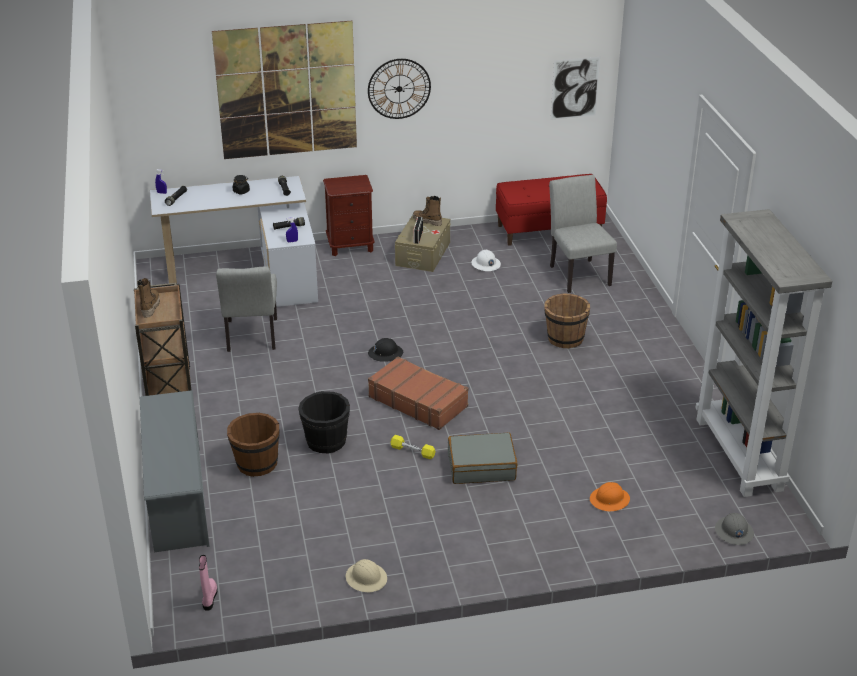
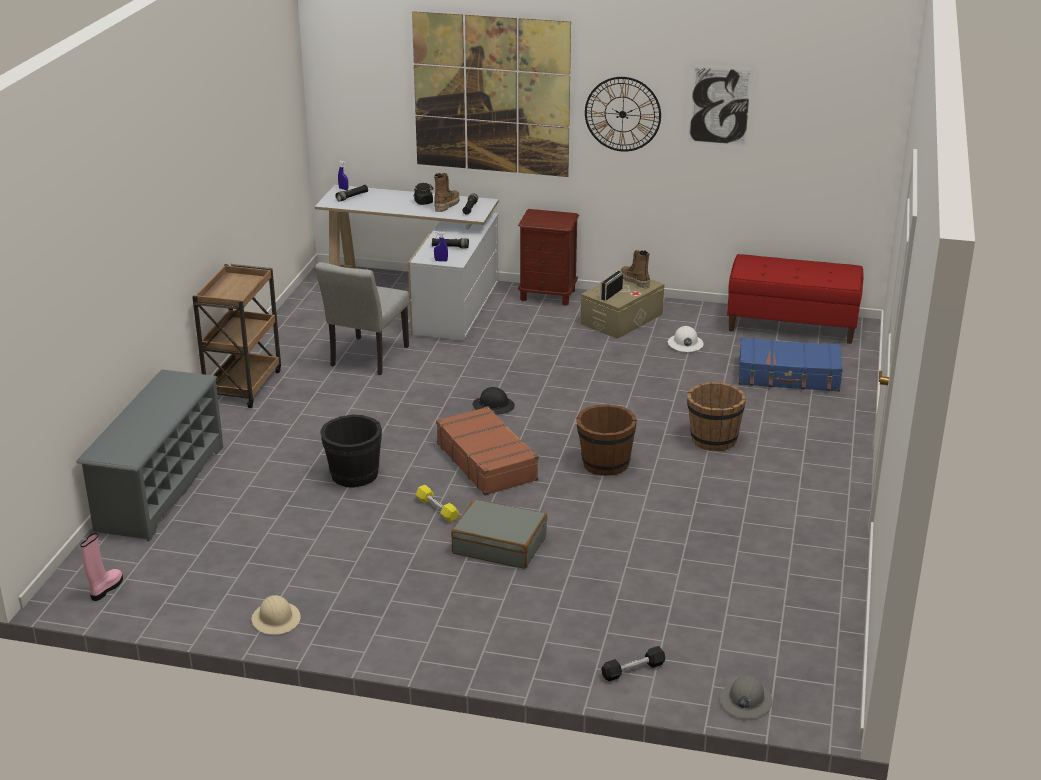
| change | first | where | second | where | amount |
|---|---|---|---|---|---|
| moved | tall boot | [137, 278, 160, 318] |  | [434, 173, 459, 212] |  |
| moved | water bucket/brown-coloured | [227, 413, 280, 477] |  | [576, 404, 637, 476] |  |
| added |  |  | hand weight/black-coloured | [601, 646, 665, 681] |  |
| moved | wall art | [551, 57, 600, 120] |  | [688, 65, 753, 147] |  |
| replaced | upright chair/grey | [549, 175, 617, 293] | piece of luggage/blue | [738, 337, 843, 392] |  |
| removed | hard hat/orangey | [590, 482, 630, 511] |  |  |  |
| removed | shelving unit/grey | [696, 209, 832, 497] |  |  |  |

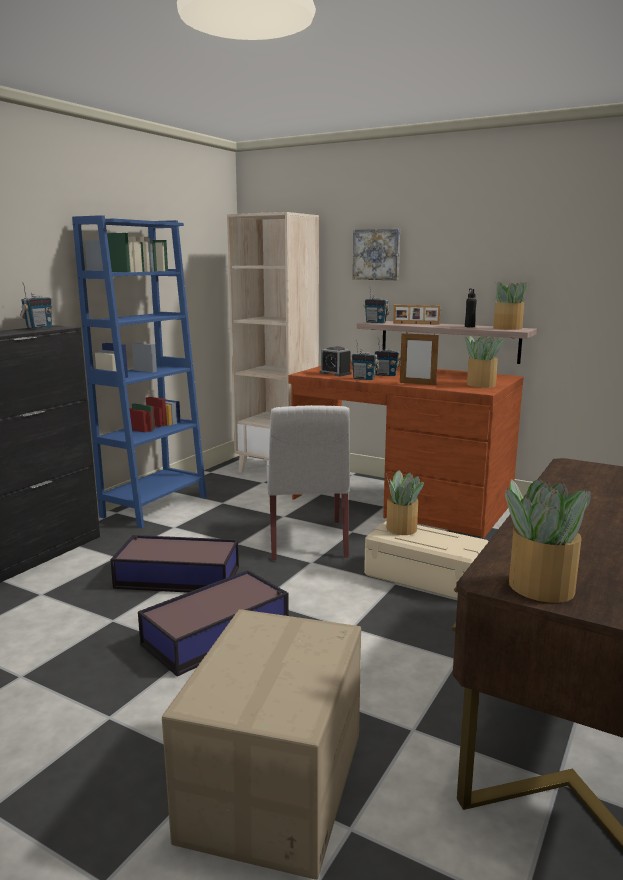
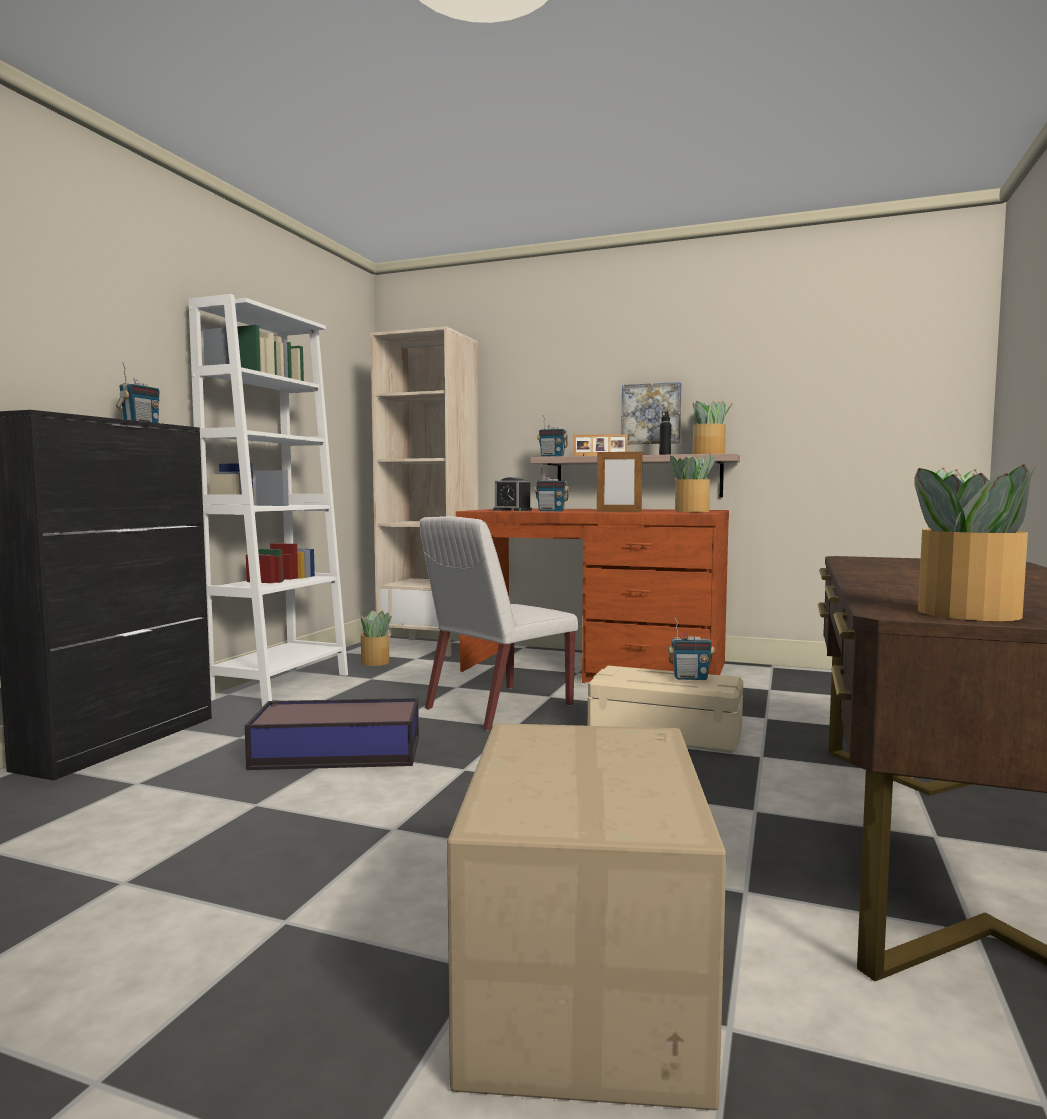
| change | first | where | second | where | amount |
|---|---|---|---|---|---|
| recoloured | shelving unit/blue | [72, 215, 207, 528] | shelving unit/white-coloured | [189, 294, 348, 707] |  |
| moved | potted plant | [386, 471, 424, 535] |  | [360, 610, 392, 666] |  |
| turned | upright chair/white-coloured | [267, 405, 350, 561] |  | [419, 516, 578, 731] | 60 degrees clockwise |
| moved | wall art | [353, 229, 400, 280] |  | [621, 382, 682, 444] |  |
| moved | radio receiver | [375, 337, 401, 376] |  | [668, 617, 715, 680] |  |
| removed | storage box | [138, 570, 289, 677] |  |  |  |

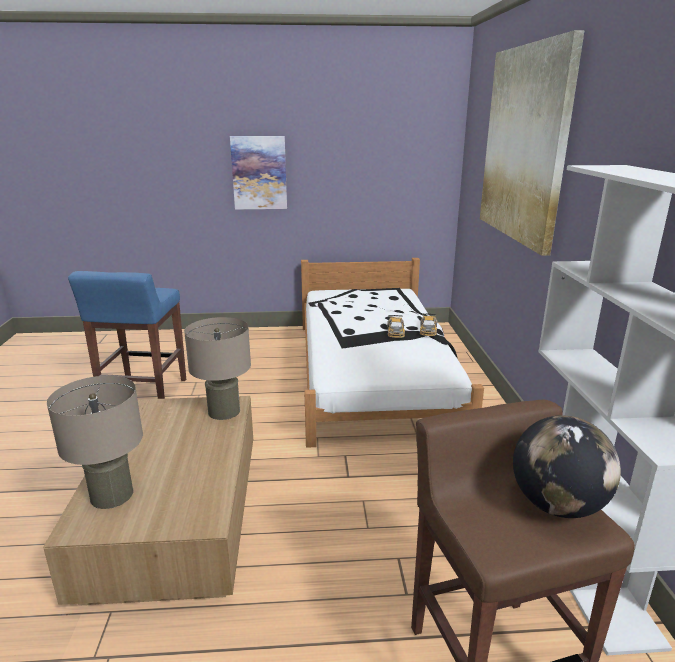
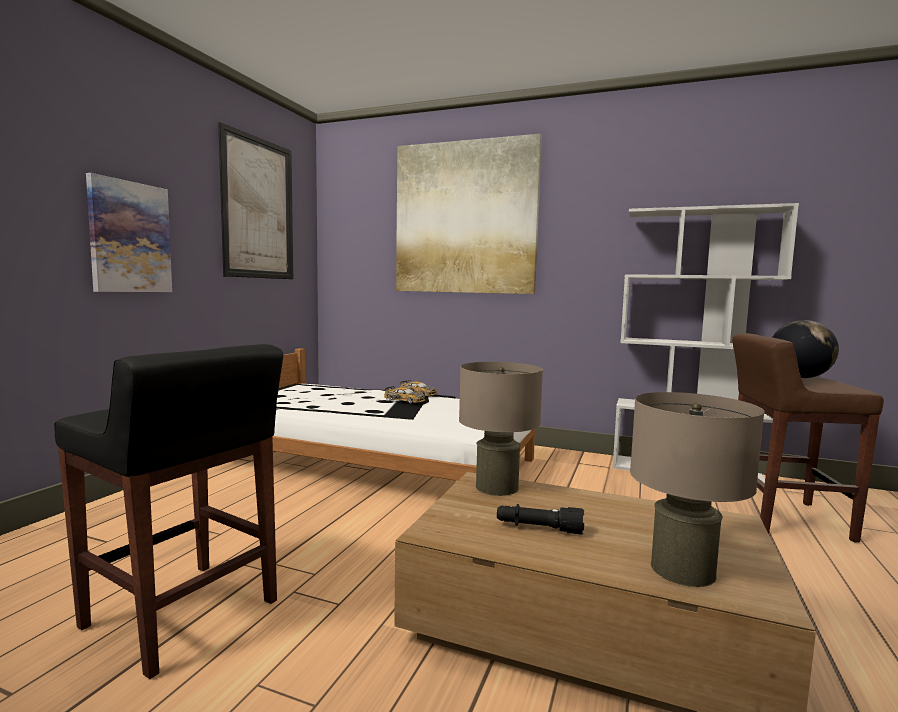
| change | first | where | second | where | amount |
|---|---|---|---|---|---|
| recoloured | stool seat/blue | [68, 271, 186, 399] | stool seat/black-coloured | [54, 344, 283, 679] |  |
| added |  |  | wall art | [218, 122, 293, 279] |  |
| added |  |  | torch/black-coloured | [497, 504, 584, 534] |  |

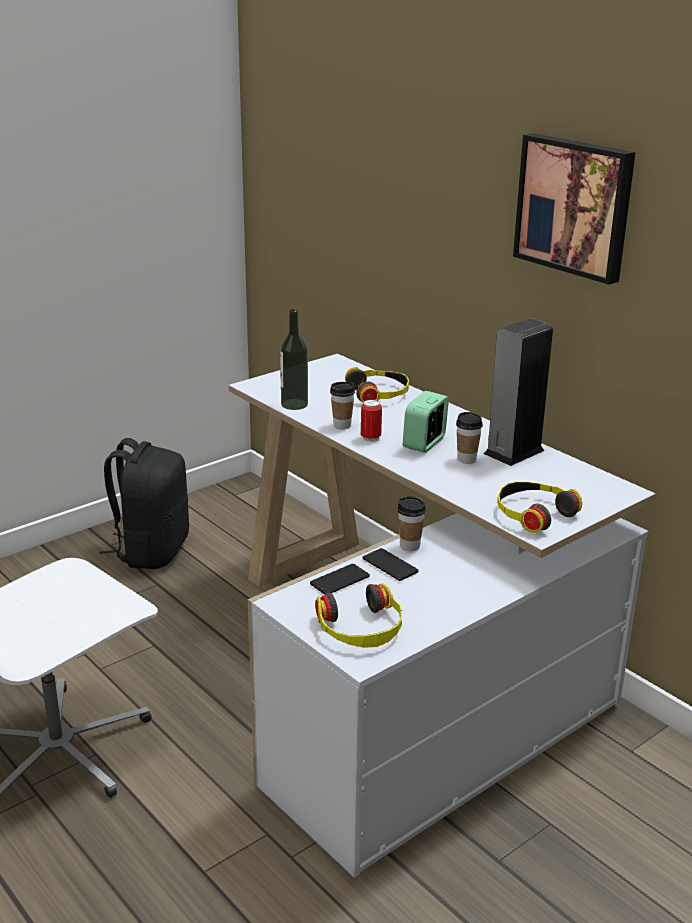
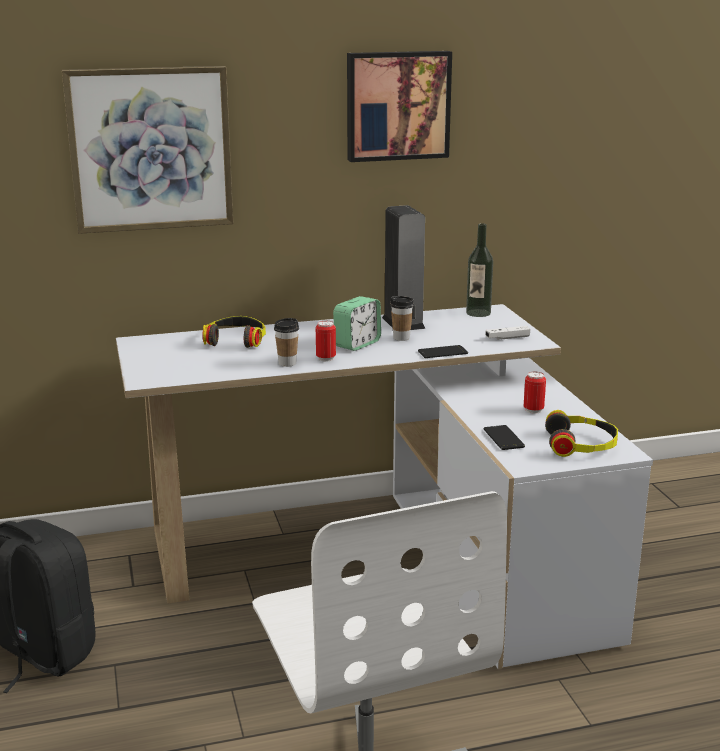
| change | first | where | second | where | amount |
|---|---|---|---|---|---|
| added |  |  | wall art | [62, 66, 233, 234] |  |
| turned | bedside clock | [403, 391, 449, 453] |  | [333, 296, 381, 351] | 105 degrees counterclockwise |
| moved | handset | [362, 548, 418, 581] |  | [418, 345, 468, 358] |  |
| moved | beverage bottle | [280, 309, 308, 410] |  | [466, 223, 493, 317] |  |
| replaced | pair of headphones | [497, 481, 582, 533] | game controller/white-coloured | [485, 326, 531, 340] |  |
| added |  |  | metal can | [524, 372, 546, 414] |  |
| removed | cup | [397, 496, 426, 551] |  |  |  |

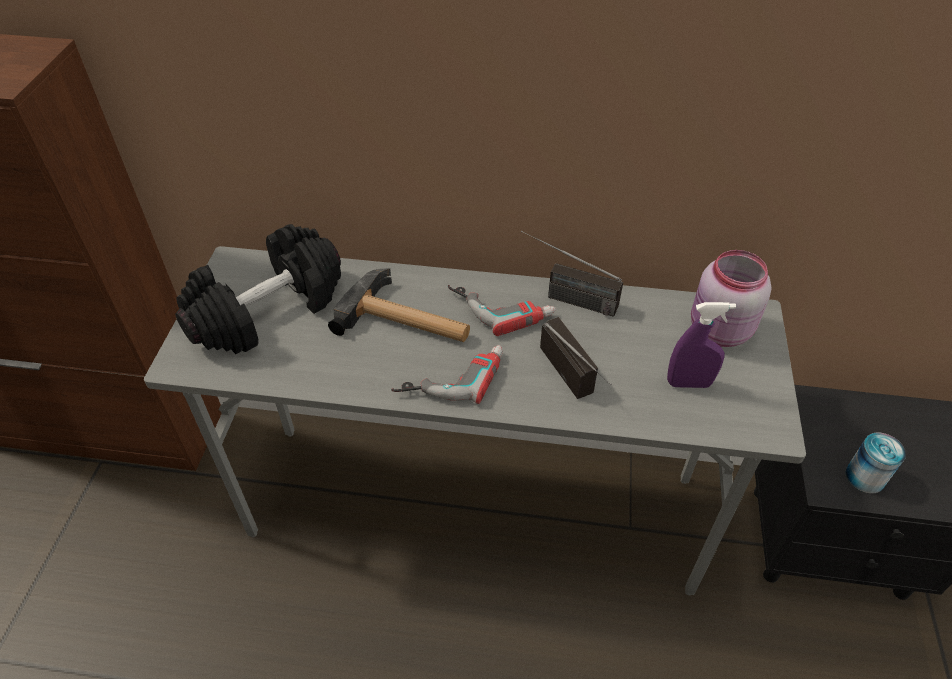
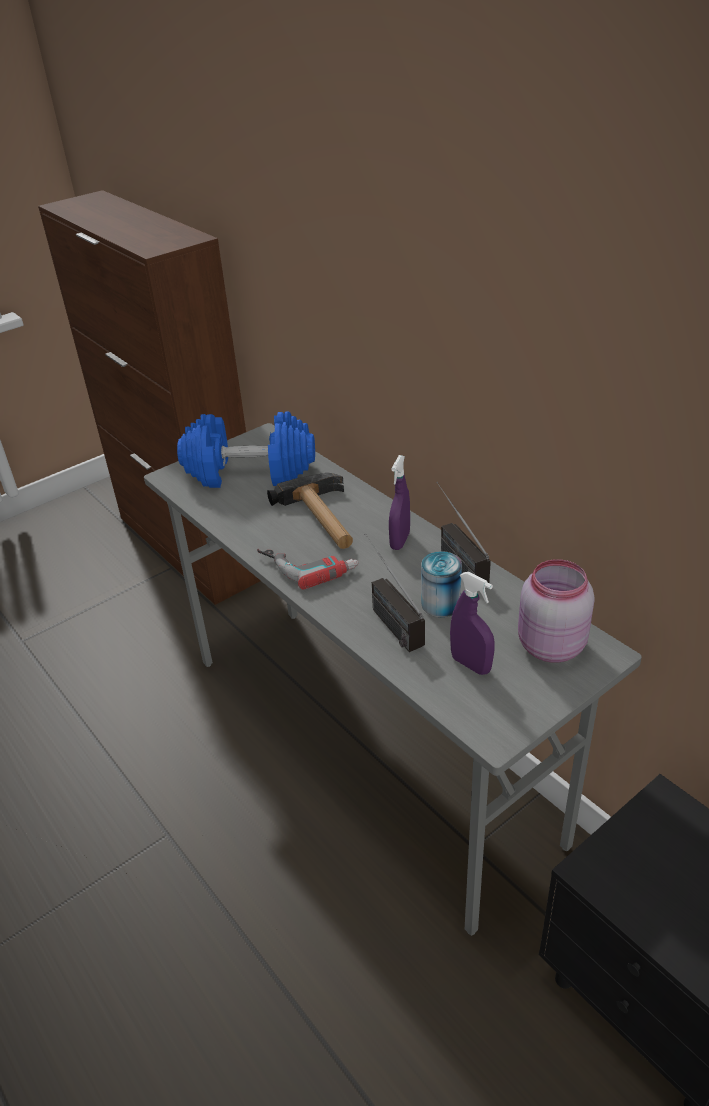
| change | first | where | second | where | amount |
|---|---|---|---|---|---|
| recoloured | hand weight/black-coloured | [175, 224, 341, 354] | hand weight/blue | [177, 412, 315, 488] |  |
| turned | radio receiver | [540, 317, 612, 399] |  | [364, 534, 425, 652] | 135 degrees clockwise |
| replaced | power drill | [448, 285, 556, 336] | spray bottle/purplish | [389, 455, 410, 550] |  |
| moved | metal can | [846, 433, 906, 494] |  | [421, 551, 462, 617] |  |

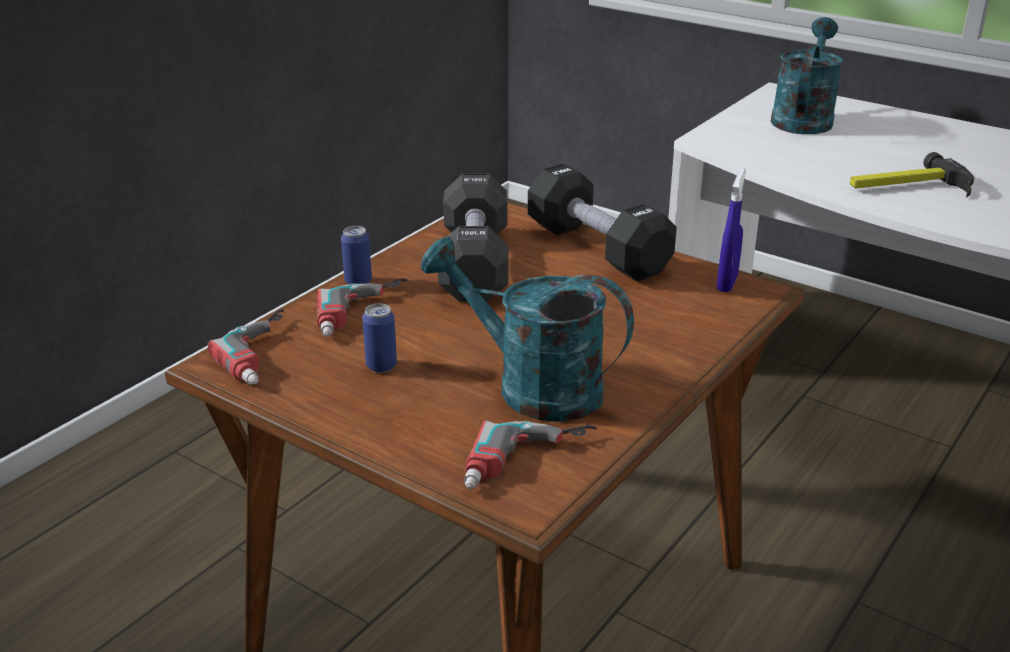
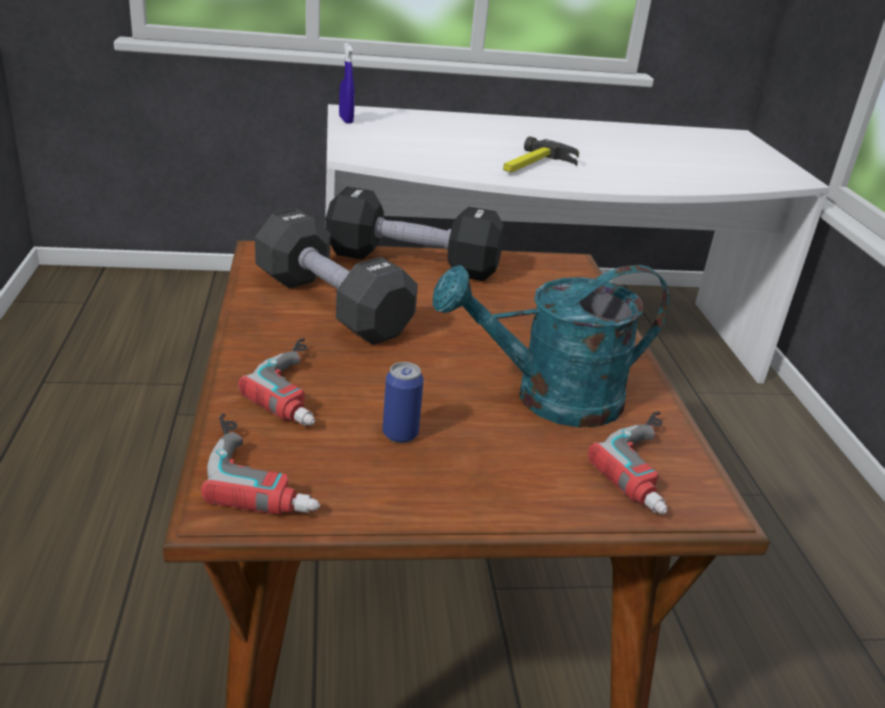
| change | first | where | second | where | amount |
|---|---|---|---|---|---|
| moved | spray bottle/blue | [717, 168, 746, 292] |  | [339, 43, 355, 124] |  |
| removed | metal can | [341, 226, 372, 284] |  |  |  |
| removed | watering pot/turquoise | [771, 17, 844, 134] |  |  |  |

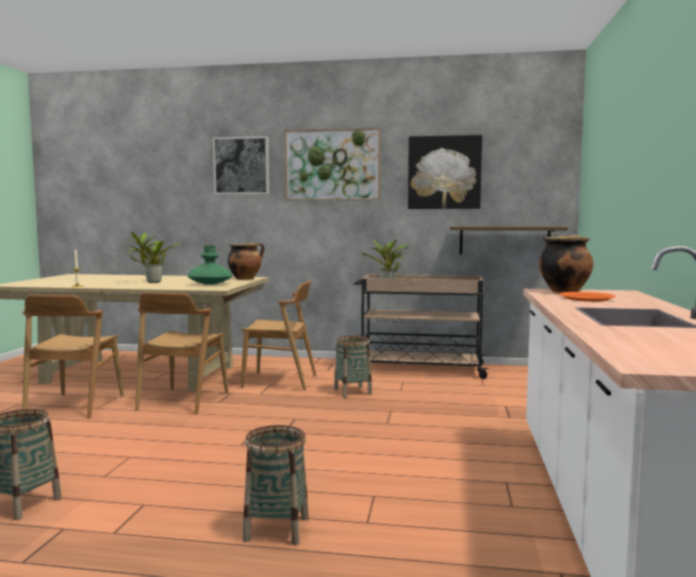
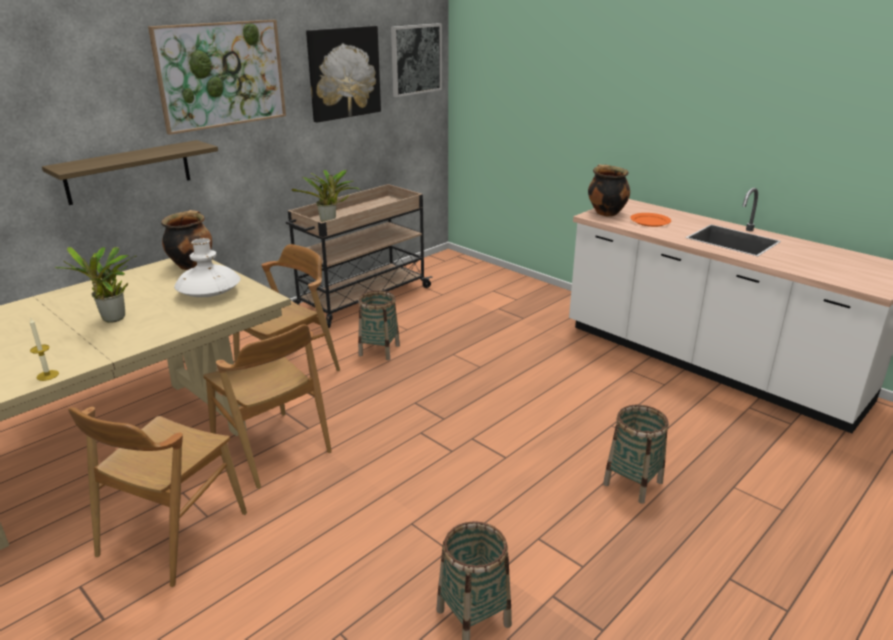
| change | first | where | second | where | amount |
|---|---|---|---|---|---|
| moved | bracket shelf | [450, 226, 568, 254] |  | [42, 140, 218, 205] |  |
| turned | upright chair/brown-coloured | [22, 295, 124, 419] |  | [68, 407, 247, 587] | 75 degrees clockwise |
| recoloured | flower vase/greenish | [187, 245, 232, 285] | flower vase/white-coloured | [174, 238, 240, 297] |  |
| moved | wall art | [213, 136, 269, 195] |  | [391, 23, 442, 97] |  |

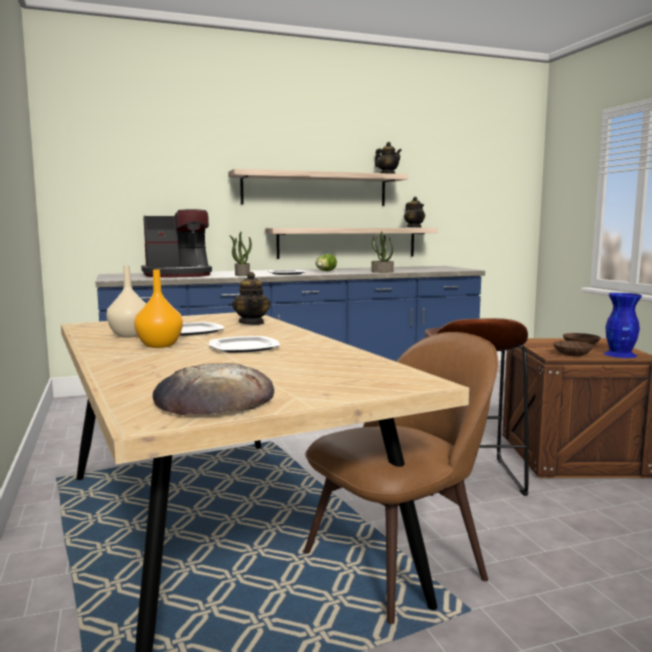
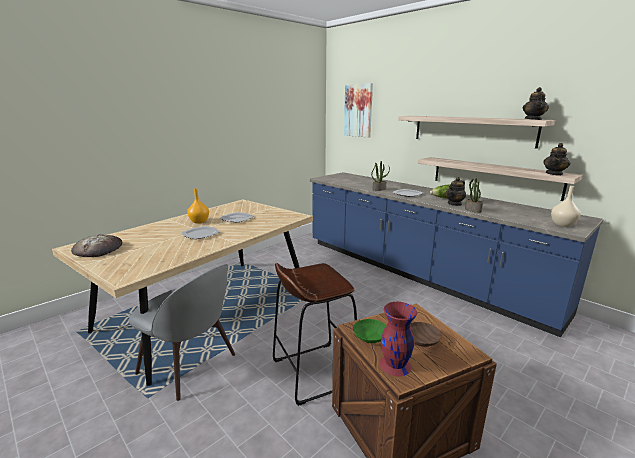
| change | first | where | second | where | amount |
|---|---|---|---|---|---|
| recoloured | upright chair/brown-coloured | [304, 332, 498, 624] | upright chair/grey | [128, 264, 235, 401] |  |
| added |  |  | wall art | [344, 83, 373, 138] |  |
| recoloured | bowl/brown-coloured | [553, 341, 594, 356] | bowl/greenish | [353, 319, 386, 343] |  |
| recoloured | flower vase/blue | [604, 293, 642, 358] | flower vase/red-coloured | [380, 302, 417, 376] |  |
| moved | teapot | [232, 272, 271, 325] |  | [446, 177, 466, 206] |  |
| moved | flower vase/sand-coloured | [106, 266, 146, 338] |  | [551, 186, 580, 227] |  |
| removed | coffee maker | [141, 209, 212, 277] |  |  |  |

